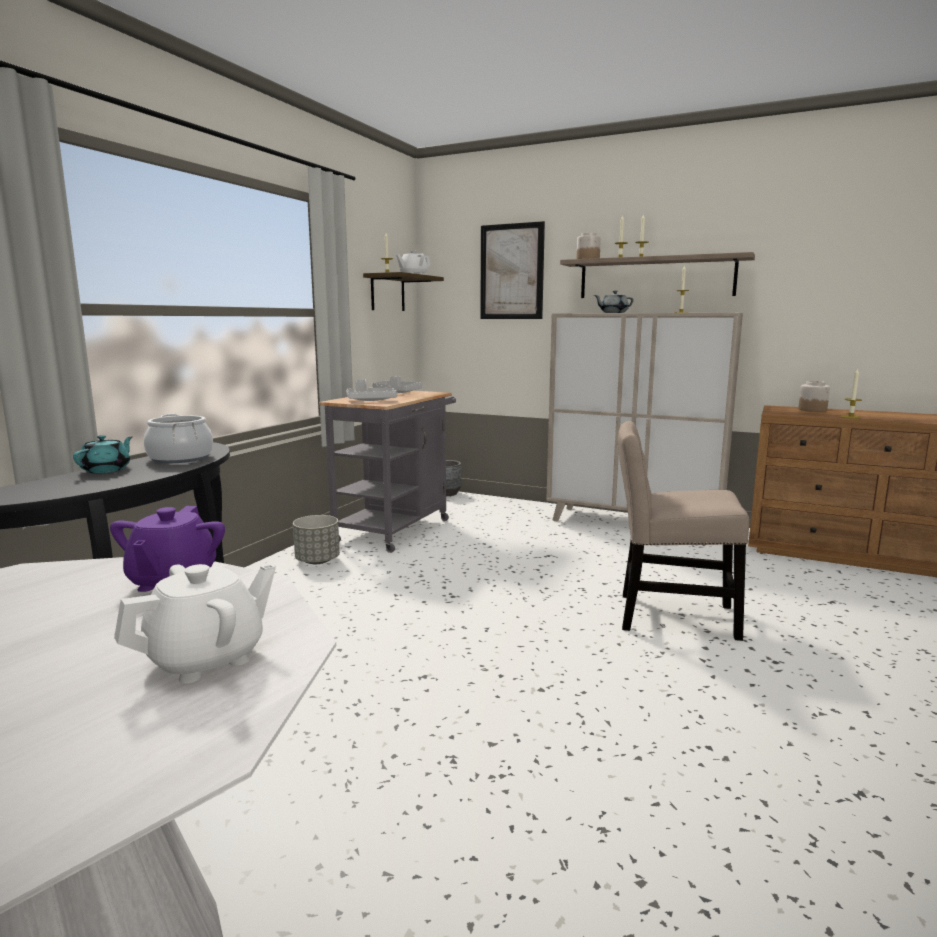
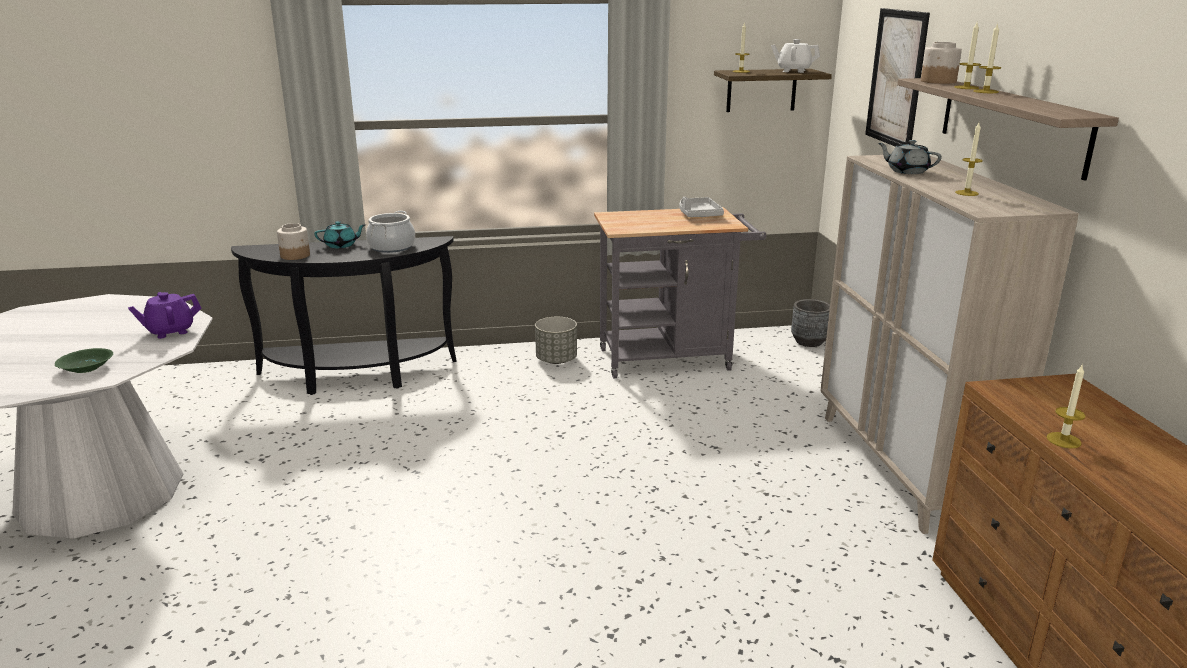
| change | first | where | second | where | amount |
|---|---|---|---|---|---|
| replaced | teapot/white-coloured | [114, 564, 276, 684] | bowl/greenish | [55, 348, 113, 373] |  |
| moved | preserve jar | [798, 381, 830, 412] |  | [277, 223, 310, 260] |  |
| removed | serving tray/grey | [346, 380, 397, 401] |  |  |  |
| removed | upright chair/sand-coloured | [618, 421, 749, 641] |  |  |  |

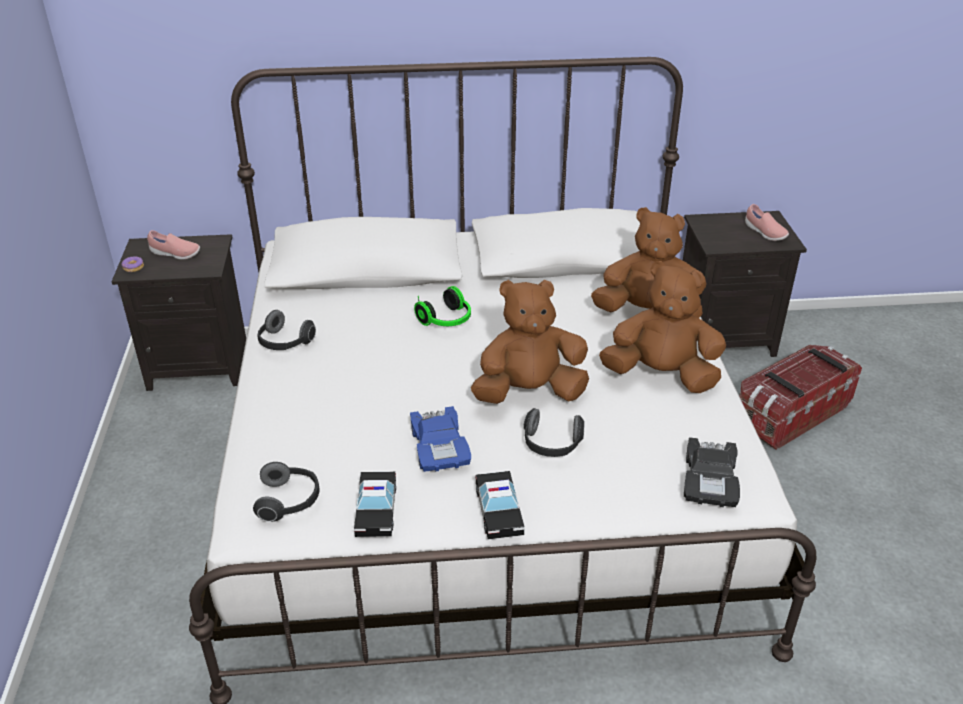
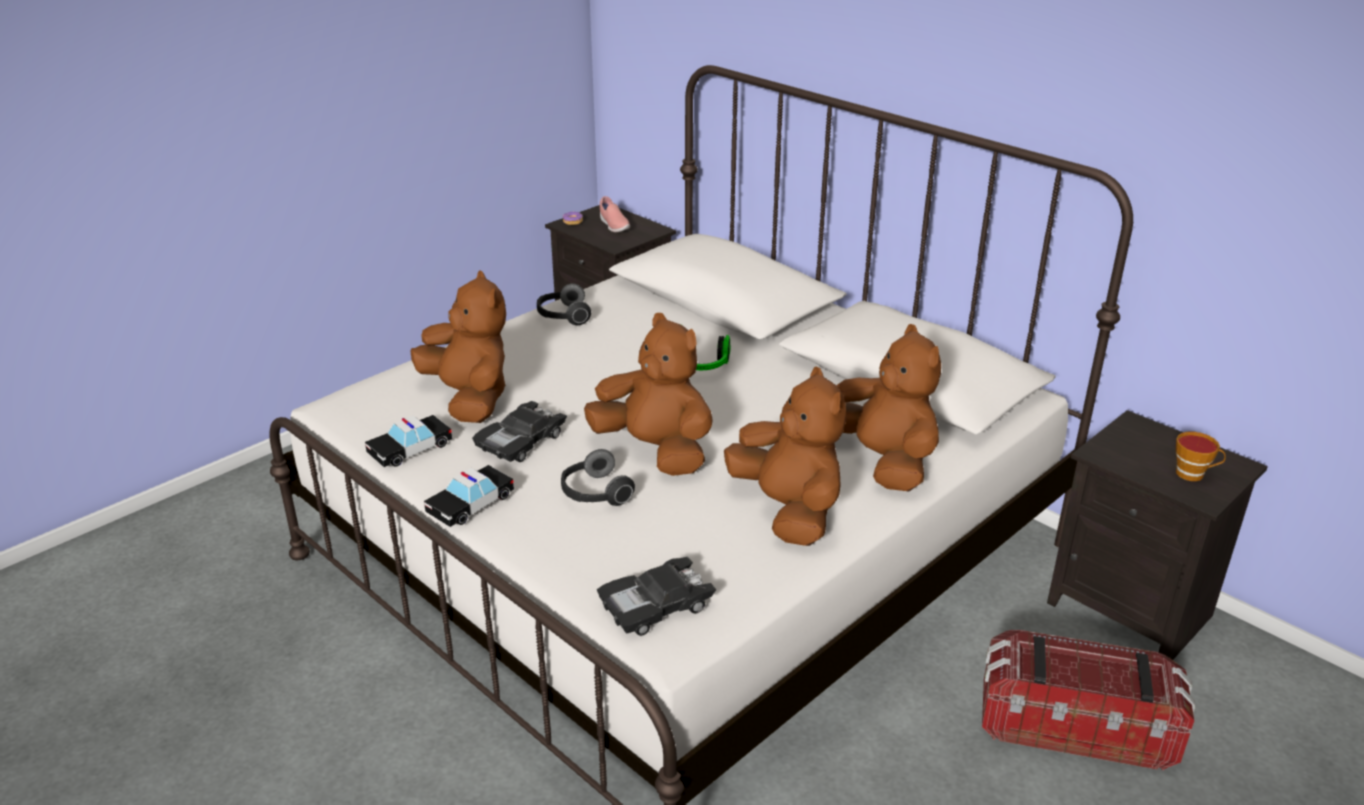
| change | first | where | second | where | amount |
|---|---|---|---|---|---|
| added |  |  | plush toy/brown-coloured | [411, 270, 506, 423] |  |
| recoloured | model car/blue | [410, 406, 471, 472] | model car/black-coloured | [472, 401, 567, 462] |  |
| replaced | item of footwear/pink-coloured | [745, 204, 789, 241] | cup | [1176, 432, 1226, 481] |  |
| removed | pair of headphones | [253, 462, 320, 522] |  |  |  |

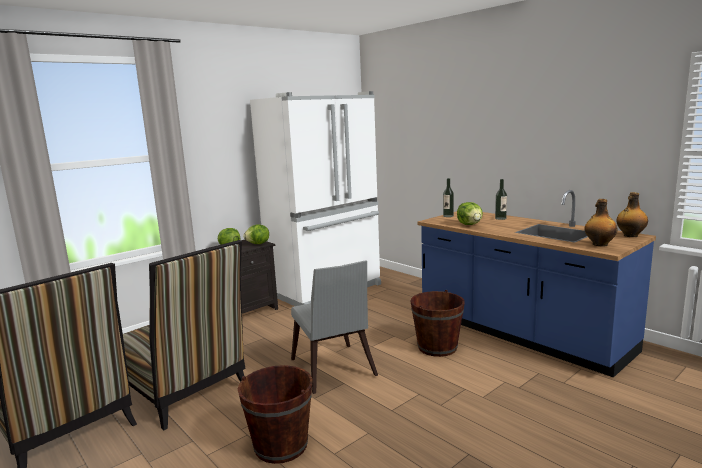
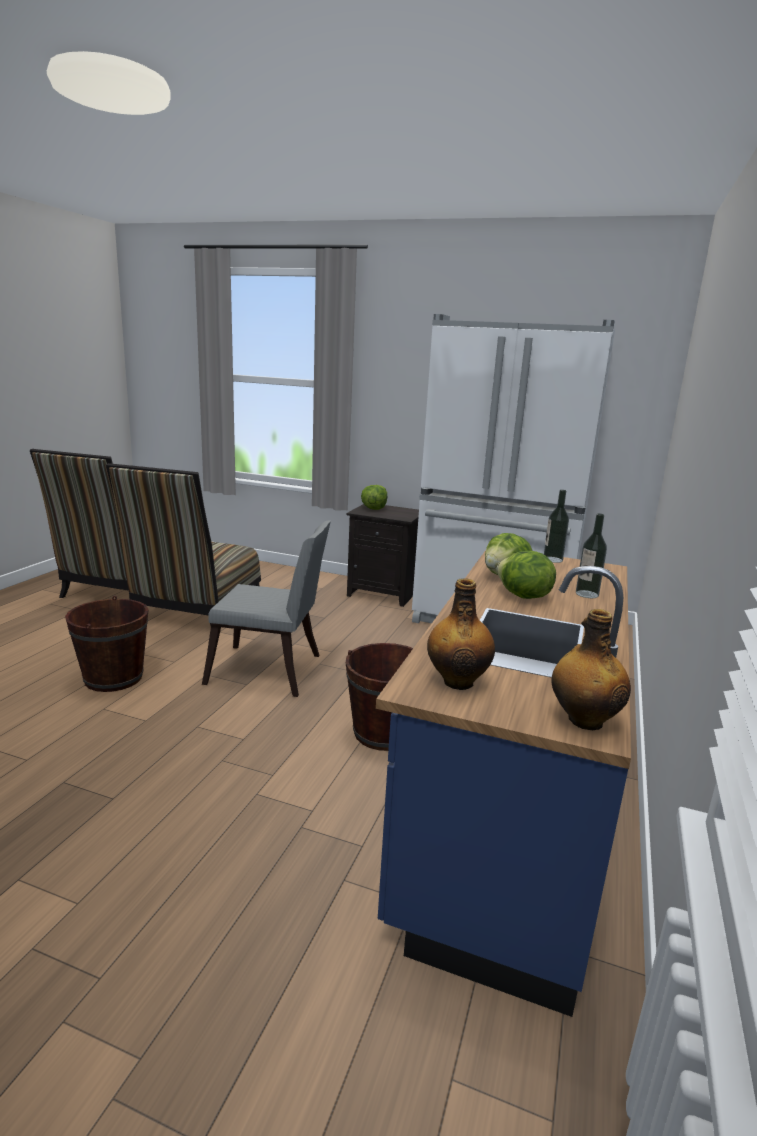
| change | first | where | second | where | amount |
|---|---|---|---|---|---|
| turned | upright chair/grey | [291, 261, 378, 394] |  | [202, 520, 331, 697] | 120 degrees counterclockwise |
| moved | lettuce head | [243, 224, 269, 244] |  | [497, 551, 556, 599] |  |

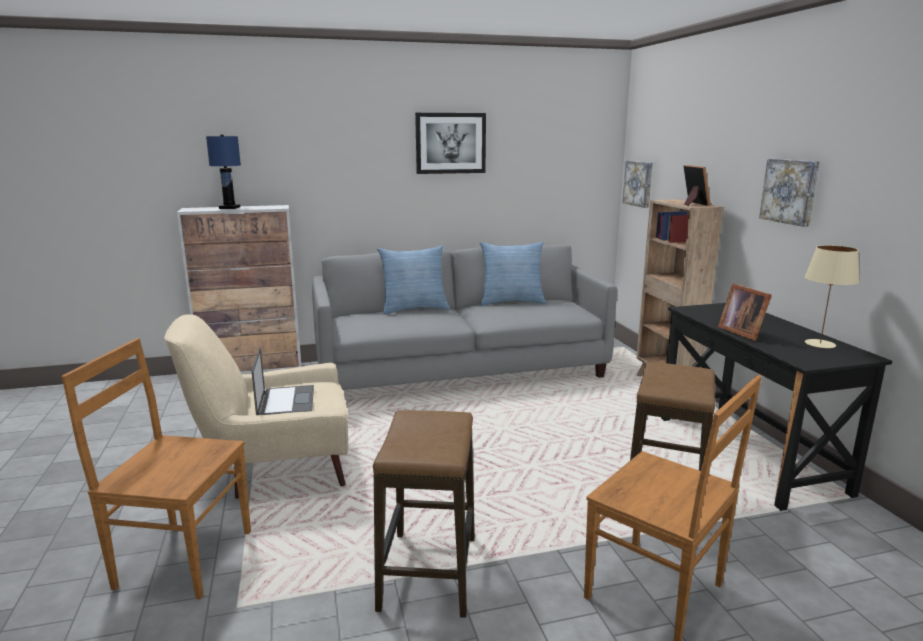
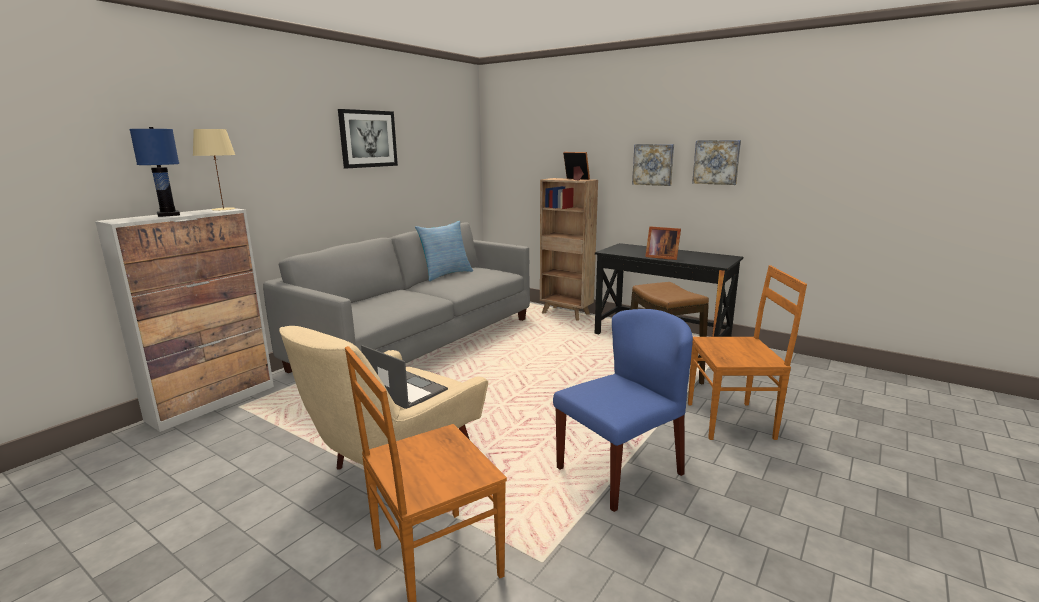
| change | first | where | second | where | amount |
|---|---|---|---|---|---|
| moved | tabletop lamp/sand-coloured | [805, 245, 860, 348] |  | [193, 129, 236, 211] |  |
| replaced | stool seat | [373, 410, 475, 618] | upright chair/blue | [553, 309, 693, 512] |  |
| moved | wall art | [623, 161, 653, 208] |  | [692, 140, 741, 185] |  |
| removed | cushion | [377, 245, 450, 315] |  |  |  |

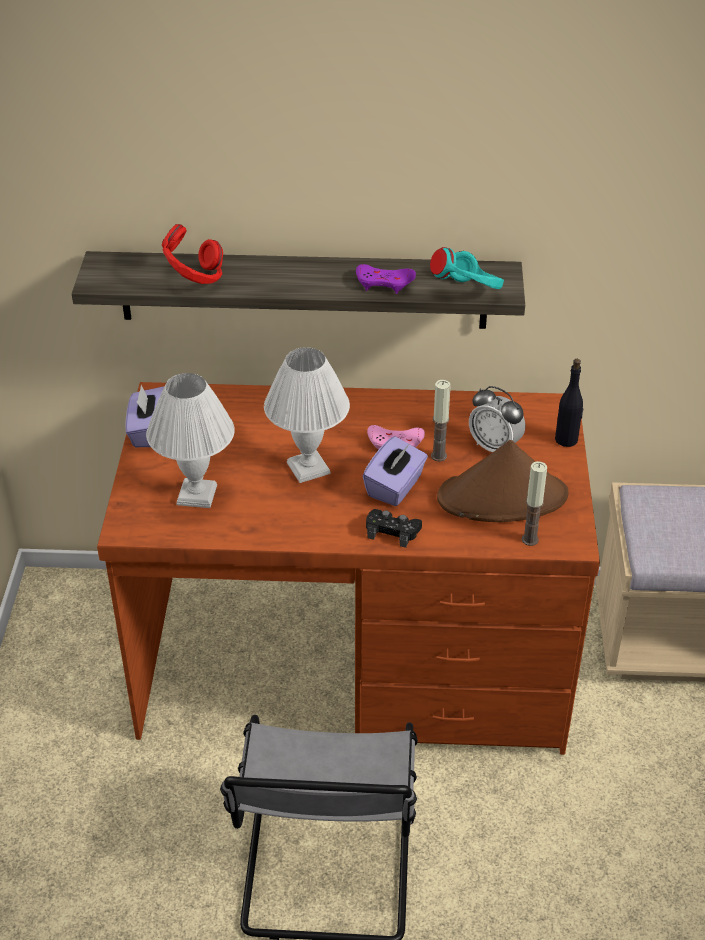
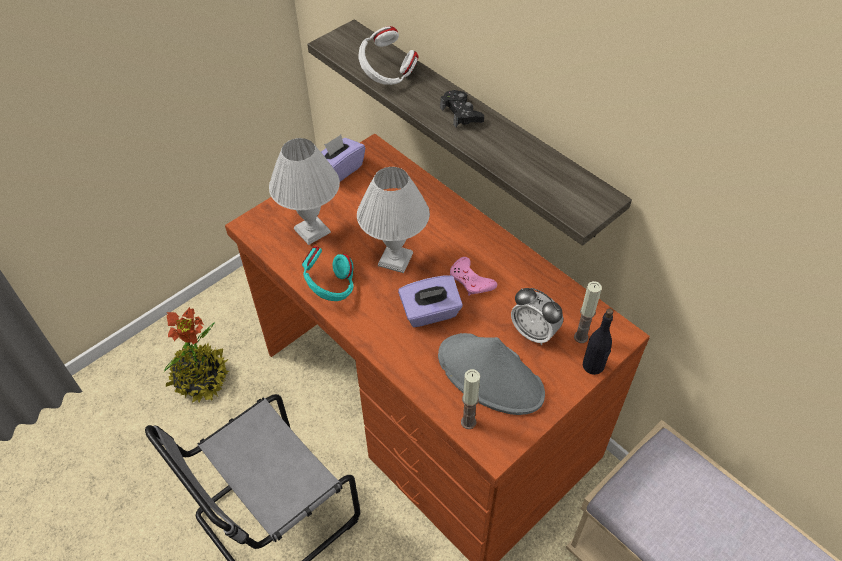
| change | first | where | second | where | amount |
|---|---|---|---|---|---|
| added |  |  | potted plant | [163, 307, 230, 403] |  |
| moved | pair of headphones/turquoise | [430, 247, 504, 289] |  | [302, 246, 354, 301] |  |
| recoloured | pair of headphones/red-coloured | [162, 224, 223, 284] | pair of headphones/white-coloured | [359, 26, 419, 85] |  |
| recoloured | hat/brown-coloured | [437, 440, 568, 522] | hat/grey | [438, 333, 545, 415] |  |
| moved | game controller/black-coloured | [366, 509, 422, 548] |  | [440, 90, 484, 127] |  |
| turned | bedside clock | [469, 386, 525, 452] |  | [511, 288, 563, 345] | 45 degrees counterclockwise |
| moved | wax candle | [431, 380, 451, 462] |  | [574, 281, 602, 343] |  |
| removed | game controller/purplish | [356, 264, 416, 294] |  |  |  |

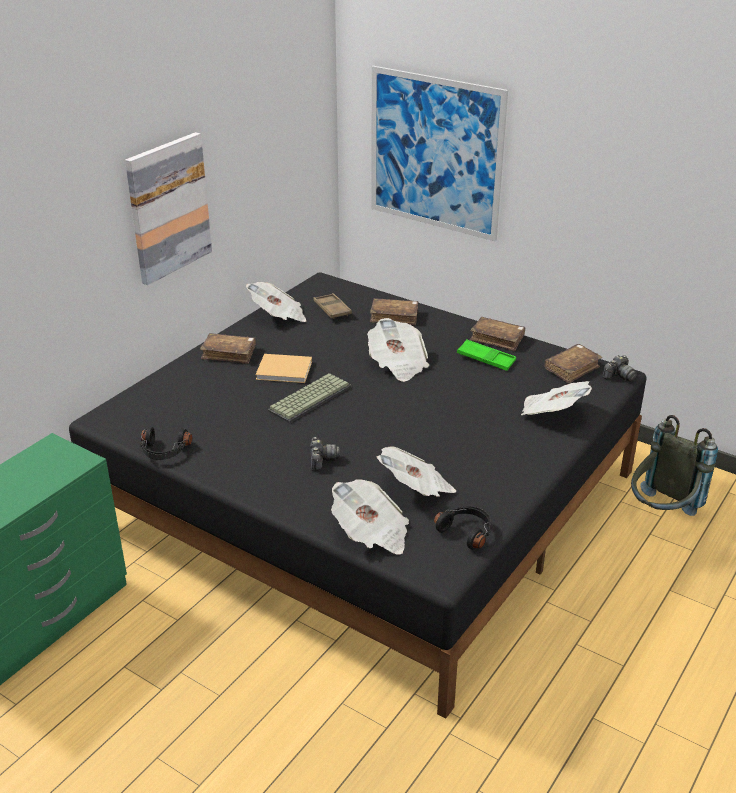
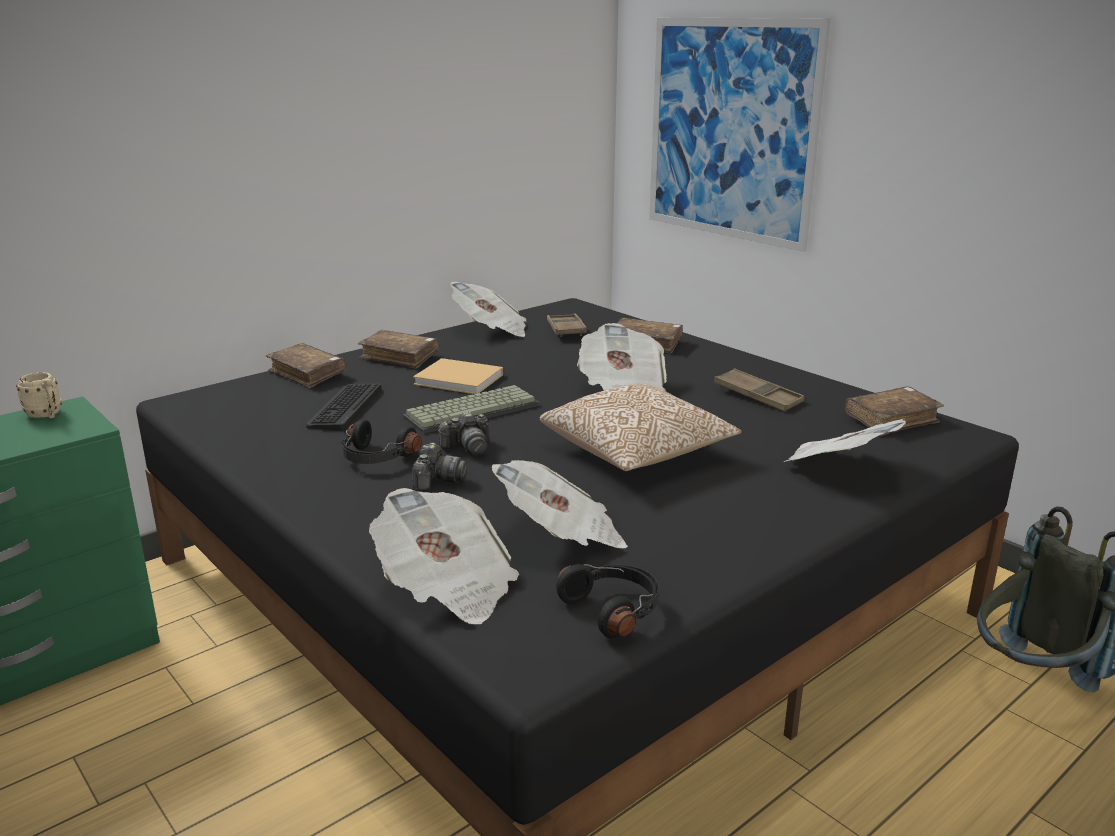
| change | first | where | second | where | amount |
|---|---|---|---|---|---|
| added |  |  | coffee mug/sand-coloured | [16, 372, 62, 418] |  |
| moved | bound book/brown-coloured | [470, 317, 525, 351] |  | [266, 343, 346, 388] |  |
| added |  |  | PC keyboard | [306, 383, 381, 431] |  |
| moved | pair of headphones/black-coloured | [141, 426, 192, 460] |  | [342, 419, 422, 464] |  |
| moved | photo camera | [602, 355, 637, 382] |  | [438, 411, 490, 455] |  |
| added |  |  | cushion | [540, 383, 741, 471] |  |
| recoloured | serving tray/greenish | [457, 339, 516, 371] | serving tray/brown-coloured | [714, 368, 805, 411] |  |
| removed | wall art | [125, 132, 212, 285] |  |  |  |

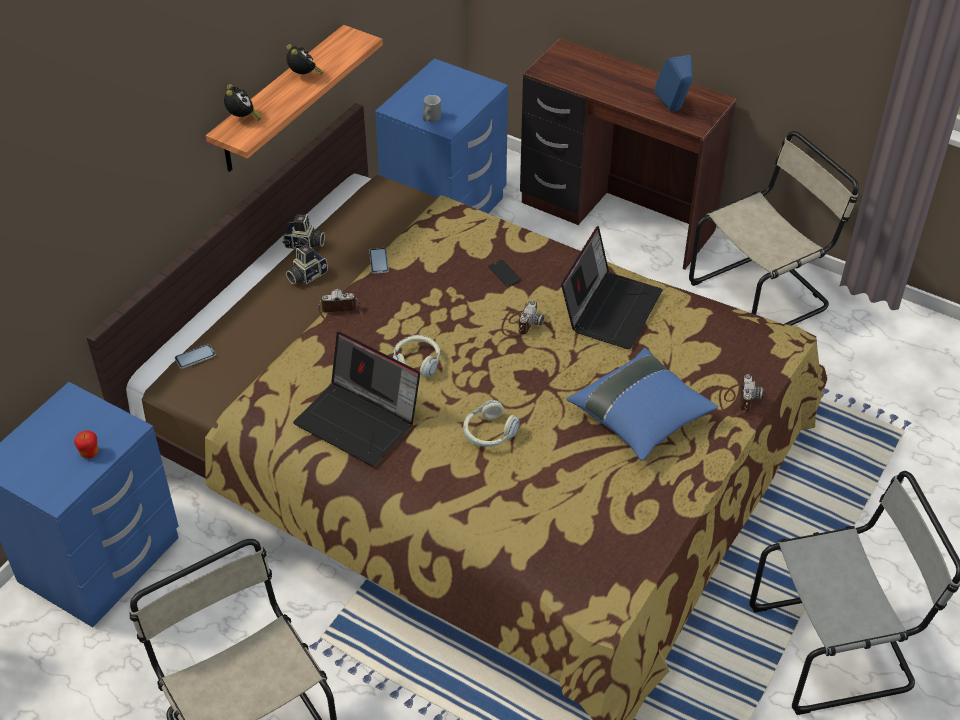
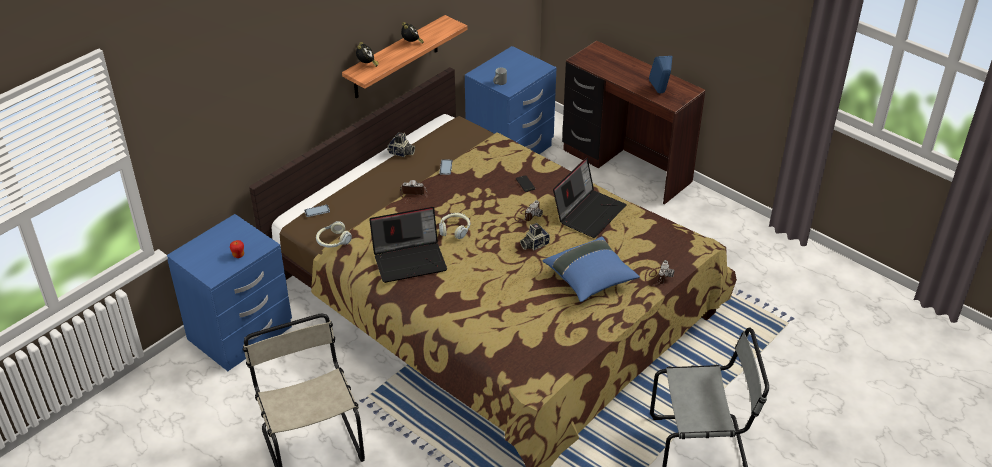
| change | first | where | second | where | amount |
|---|---|---|---|---|---|
| moved | pair of headphones | [463, 400, 520, 447] |  | [316, 221, 352, 248] |  |
| turned | notebook computer | [293, 332, 420, 466] |  | [369, 207, 447, 283] | 60 degrees counterclockwise |
| moved | photo camera | [286, 245, 328, 284] |  | [520, 223, 550, 251] |  |
| removed | upright chair/sand-coloured | [689, 131, 859, 326] |  |  |  |

